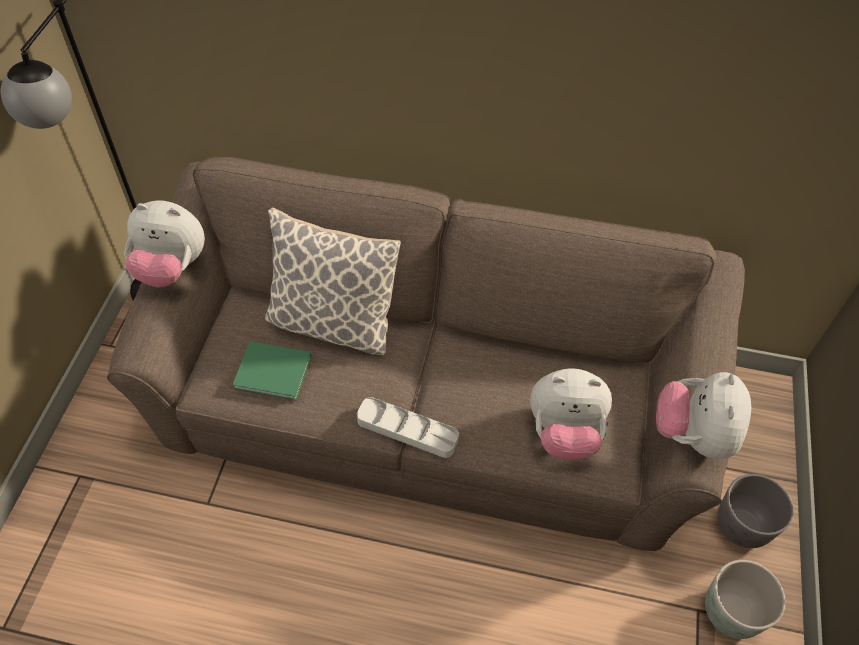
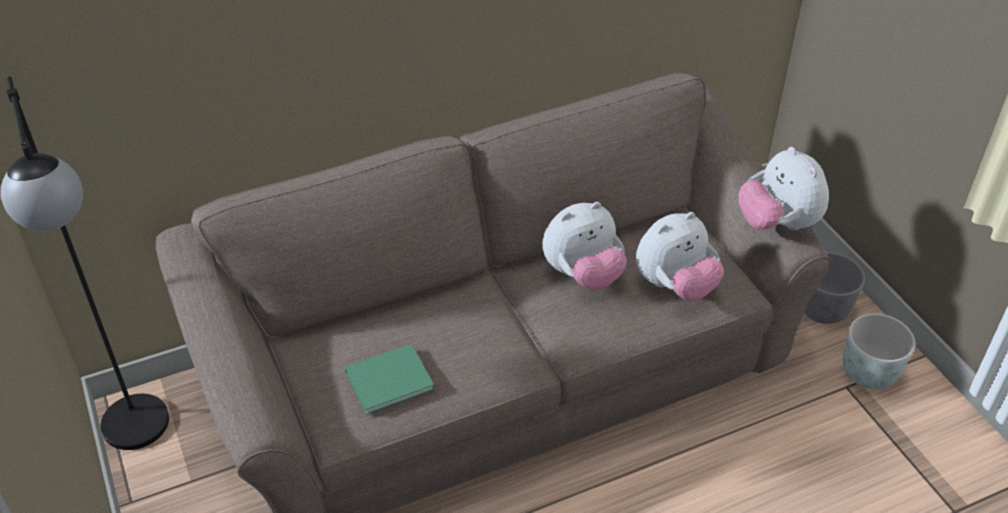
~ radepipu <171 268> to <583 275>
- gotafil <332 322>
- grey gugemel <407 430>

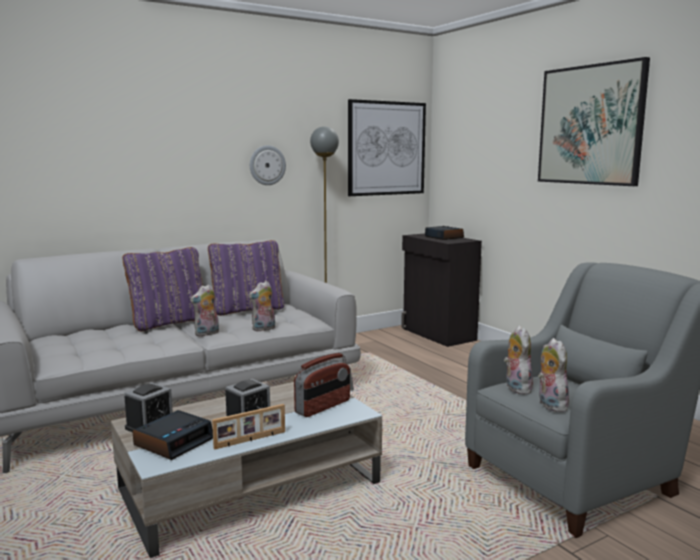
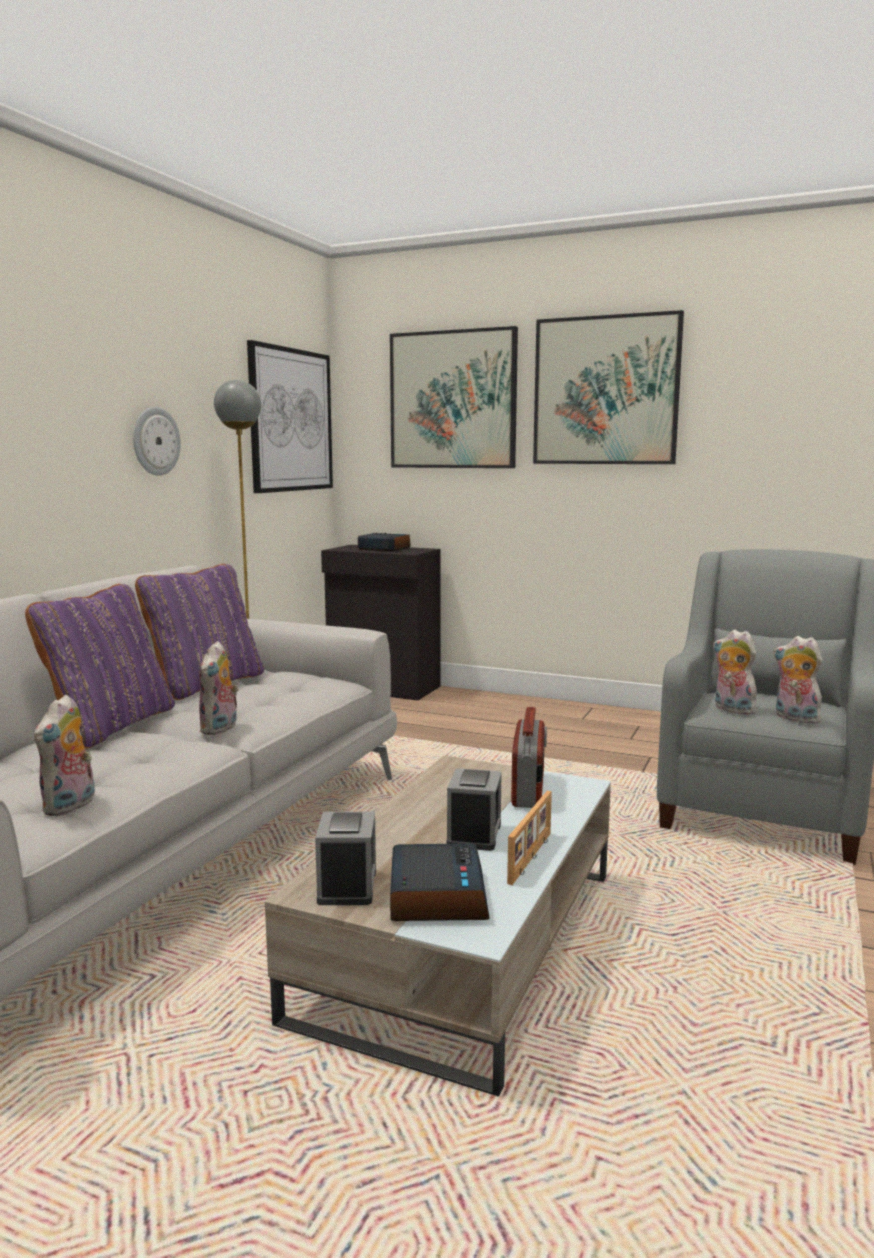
~ radepipu <264 329> to <70 806>
+ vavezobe <453 400>

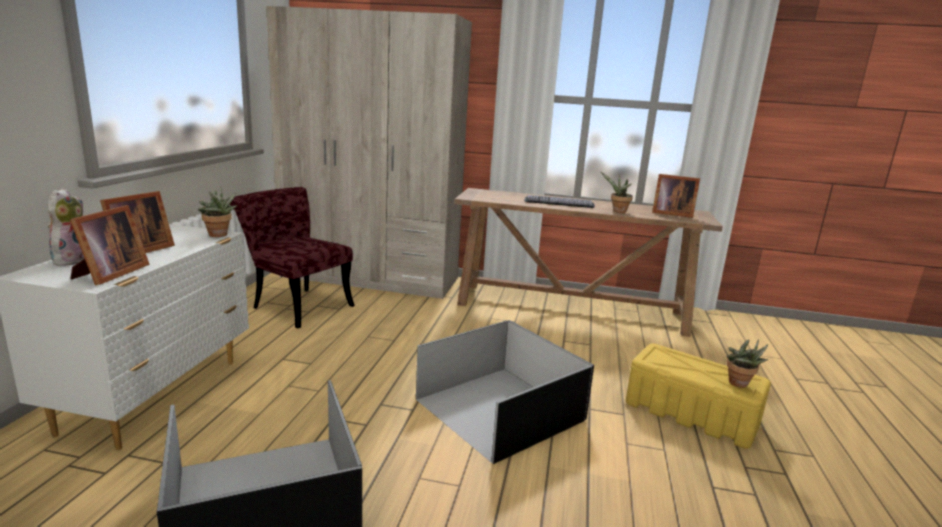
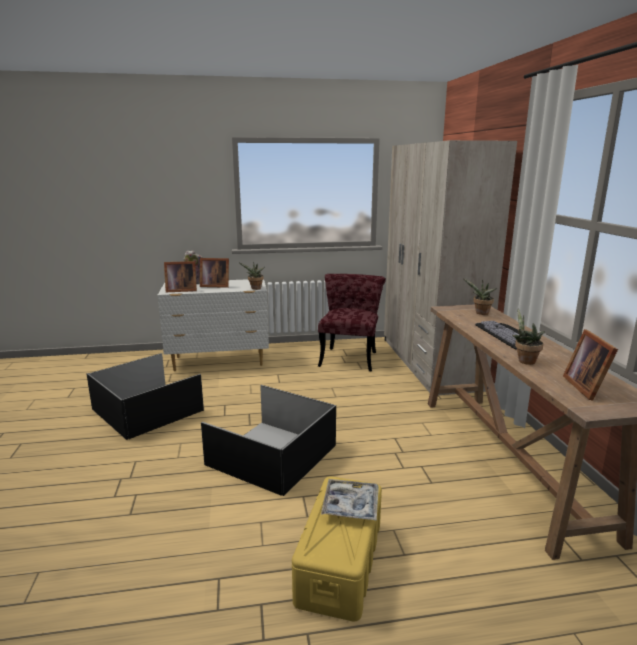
+ gugemel <350 505>
~ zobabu <740 384> to <480 313>

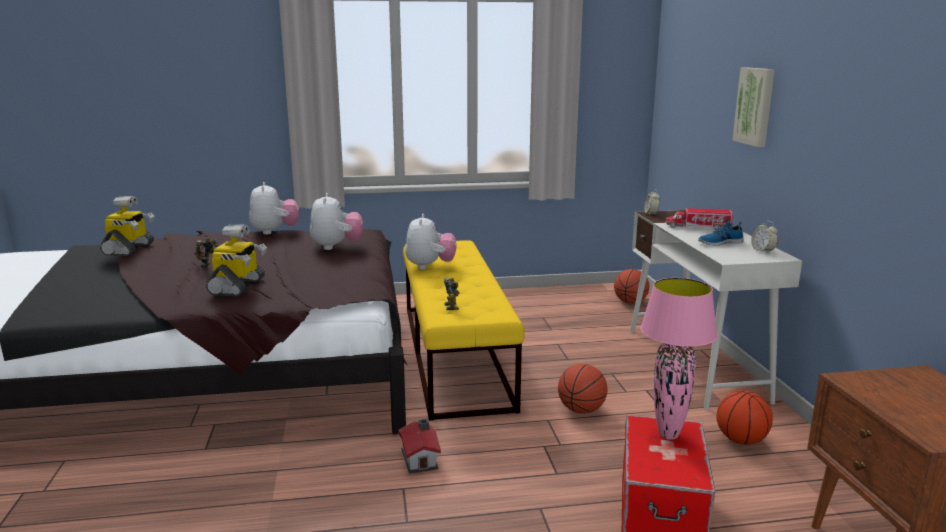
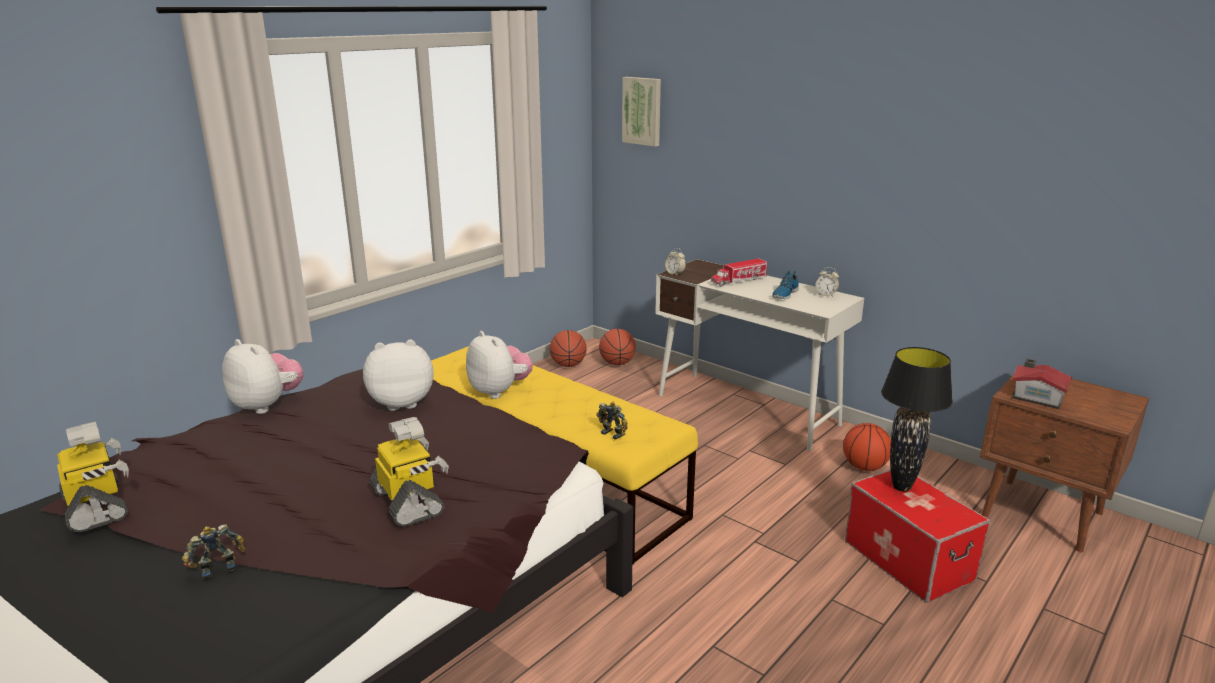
~ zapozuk <212 265> to <217 567>
~ radepipu <336 247> = <401 402> 60 degrees counterclockwise
~ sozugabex <581 410> to <568 365>
~ vavezobe <755 106> to <642 111>
~ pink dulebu <668 434> to black dulebu <901 487>
~ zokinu <420 459> to <1036 397>

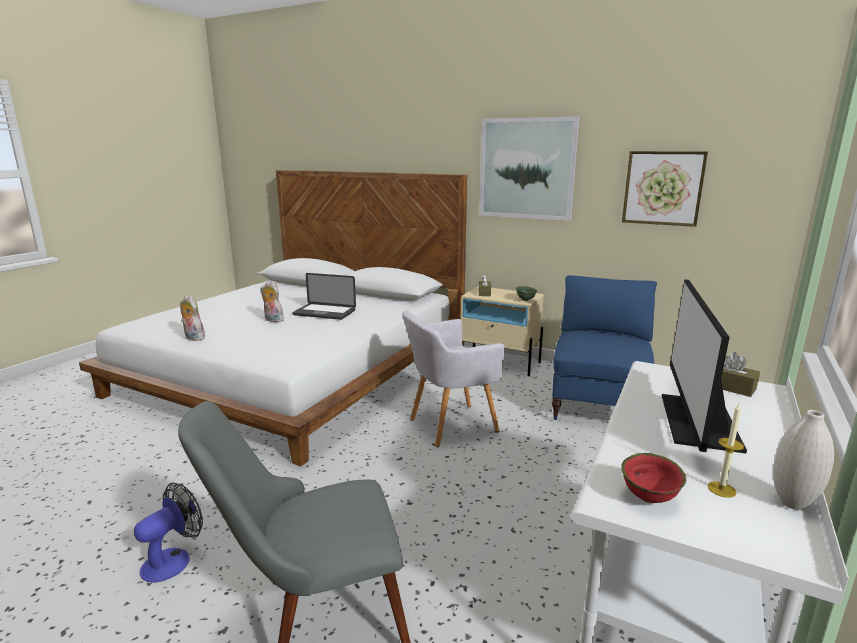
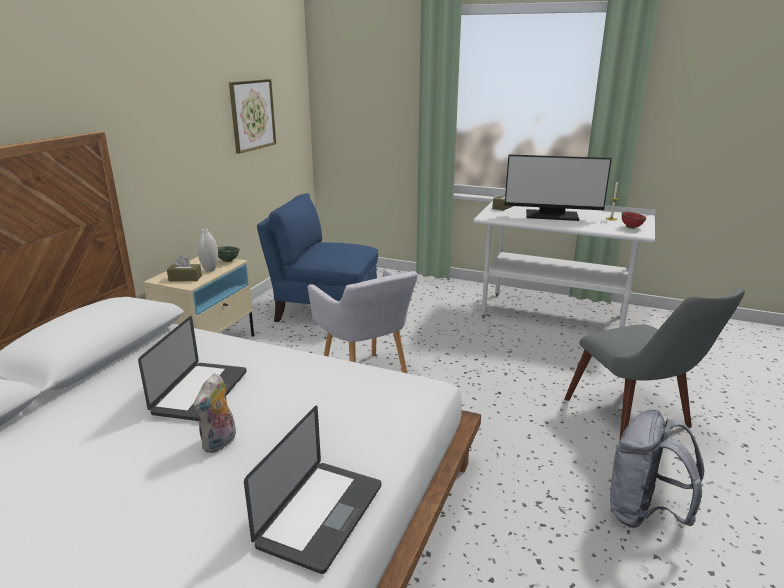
~ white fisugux <792 503> to <210 270>
~ radepipu <193 338> to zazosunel <321 515>
~ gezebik <173 559> to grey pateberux <643 513>
- vavezobe <526 169>

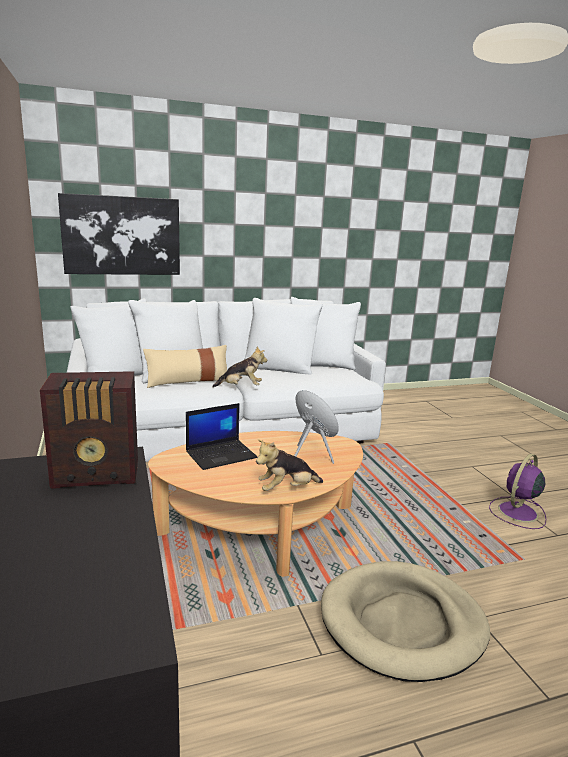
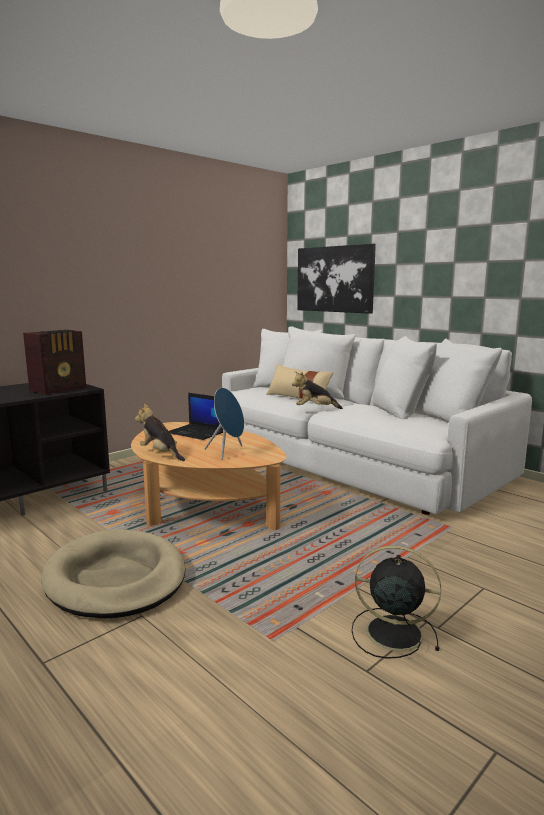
~ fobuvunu <98 474> = <60 389> 105 degrees counterclockwise
~ radepipu <241 387> = <315 409> 120 degrees clockwise
~ purple gezebik <517 512> to black gezebik <391 632>

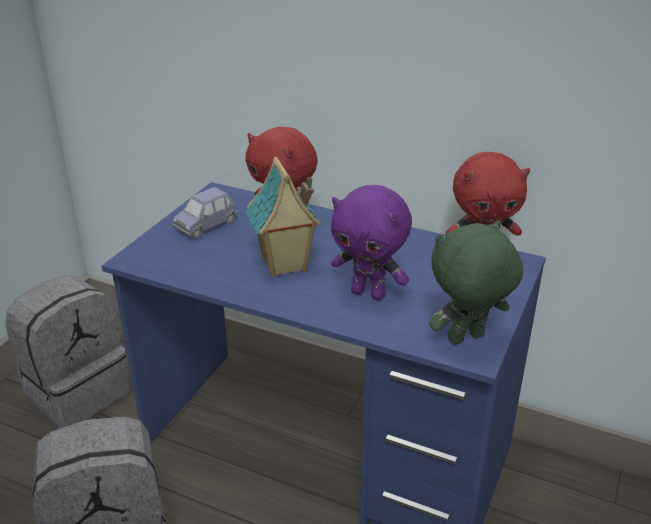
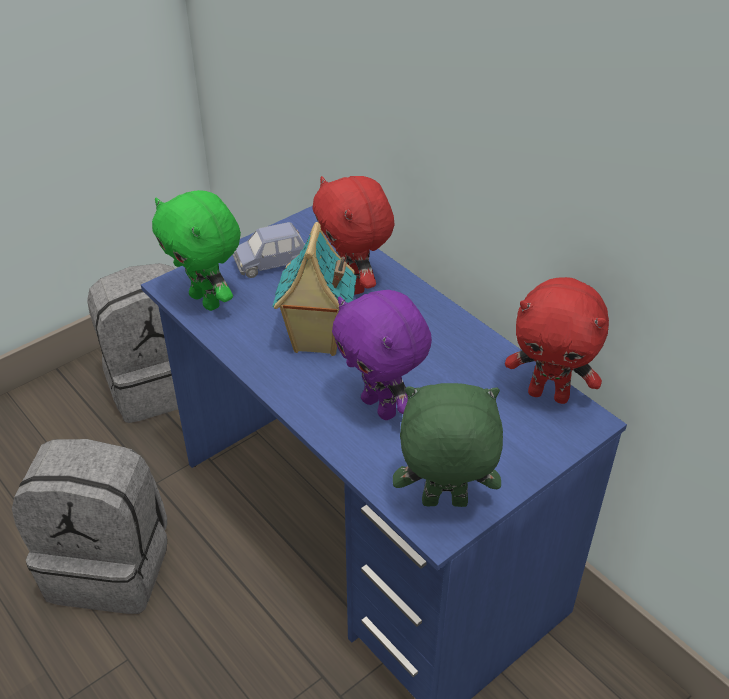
+ green radepipu <207 300>

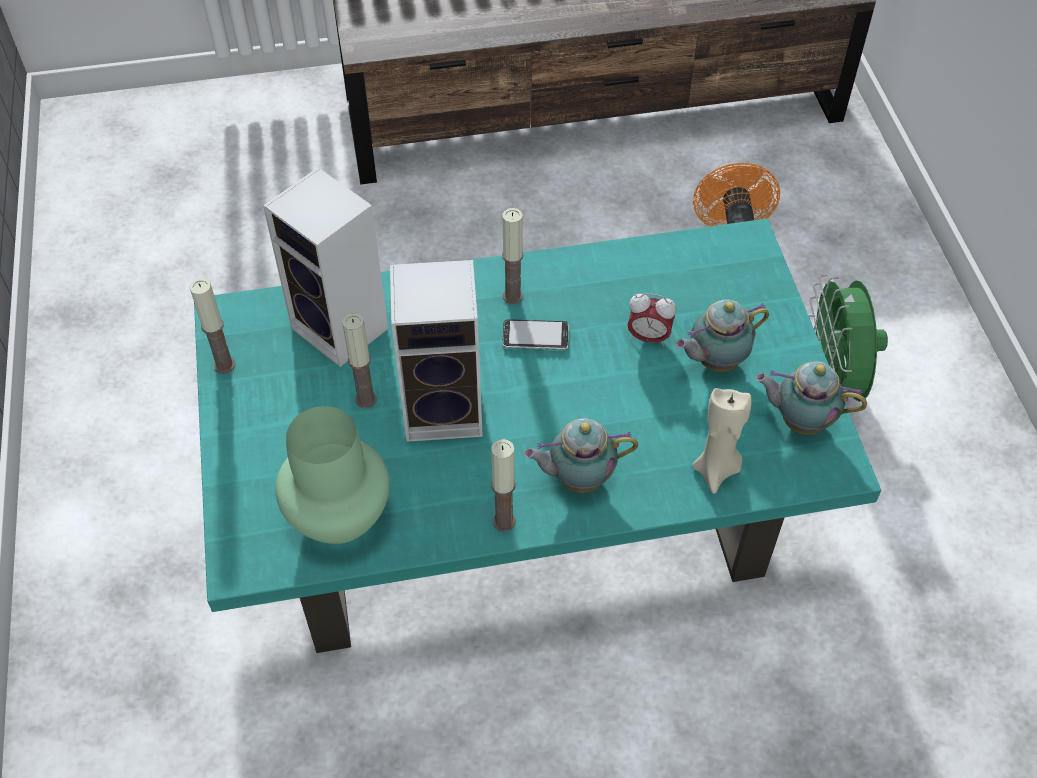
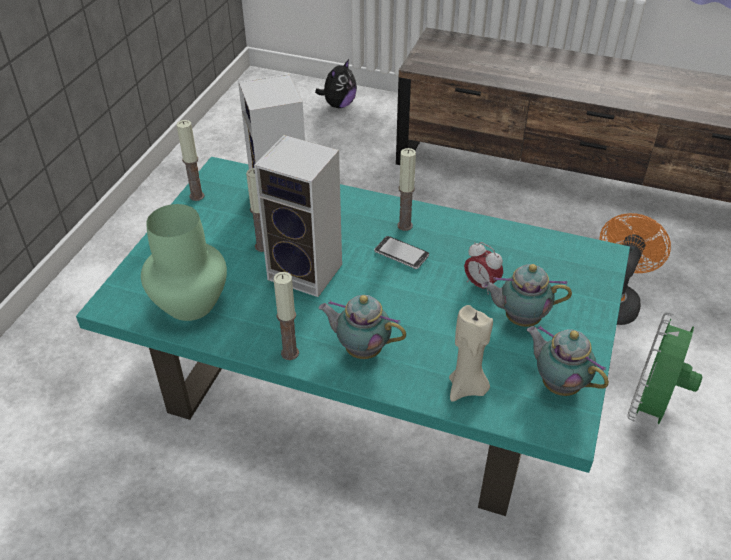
+ radepipu <338 105>

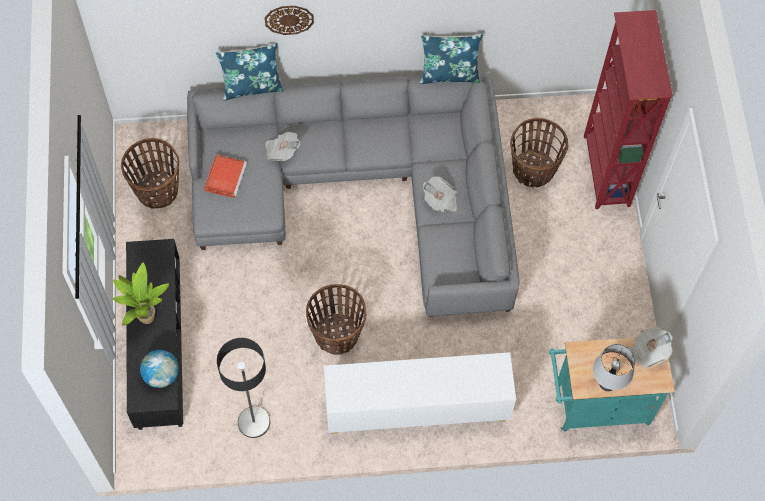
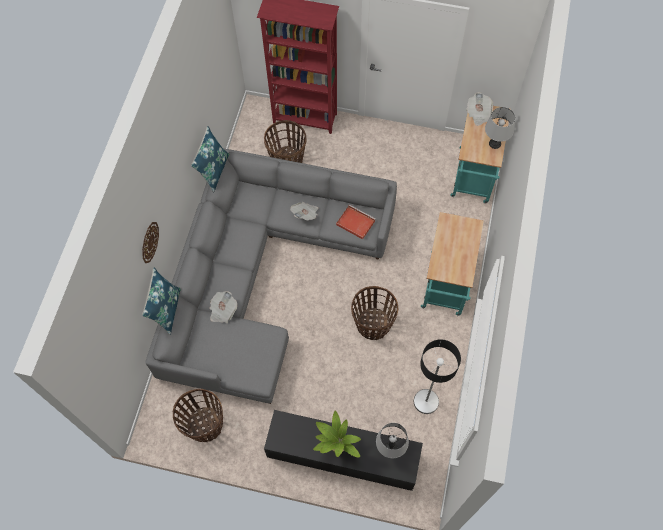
~ red gugemel <225 176> to <355 222>
~ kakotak <161 375> to grey dulebu <390 448>
~ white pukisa <416 408> to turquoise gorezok <445 288>

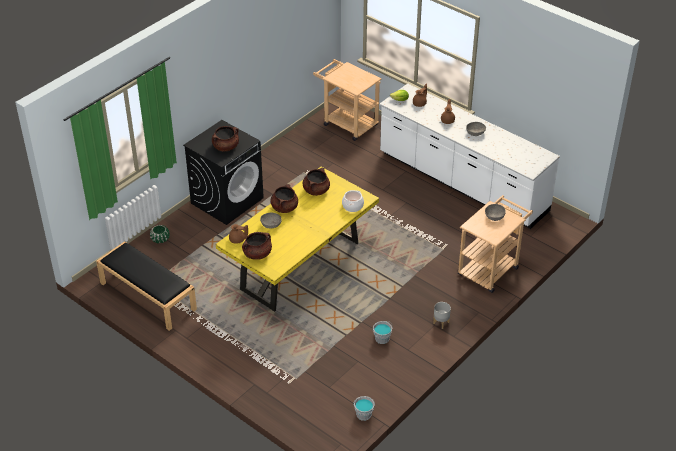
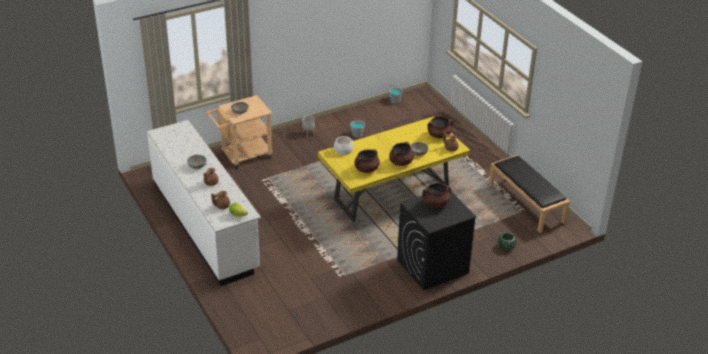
- beige gorezok <347 123>

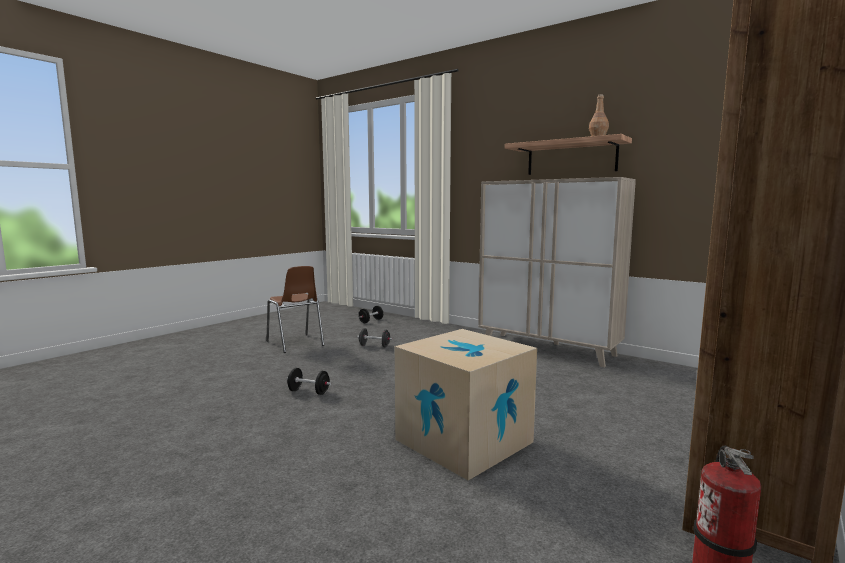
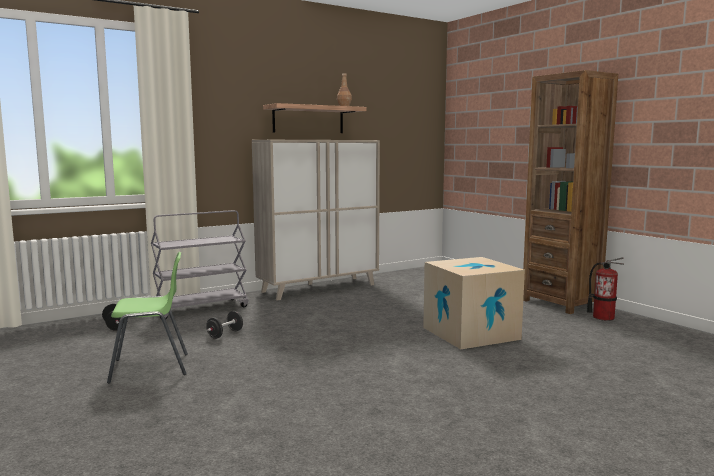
~ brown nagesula <295 343> to green nagesula <151 368>
+ grey gorezok <201 308>
- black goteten <309 392>

